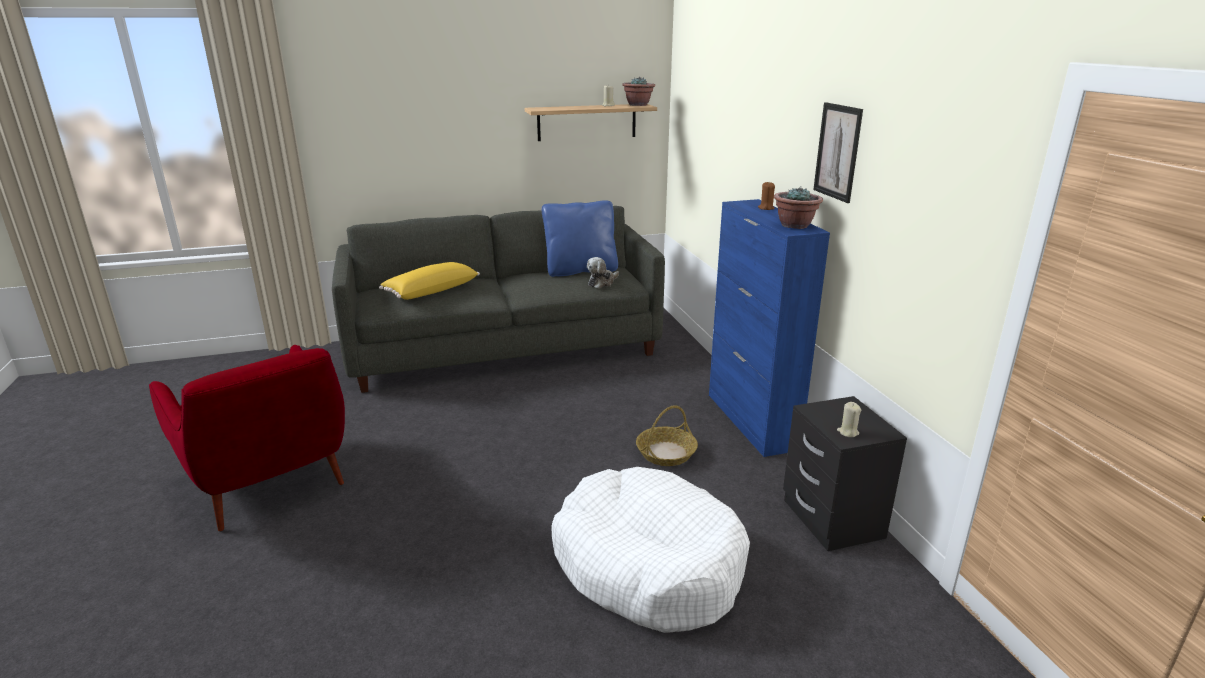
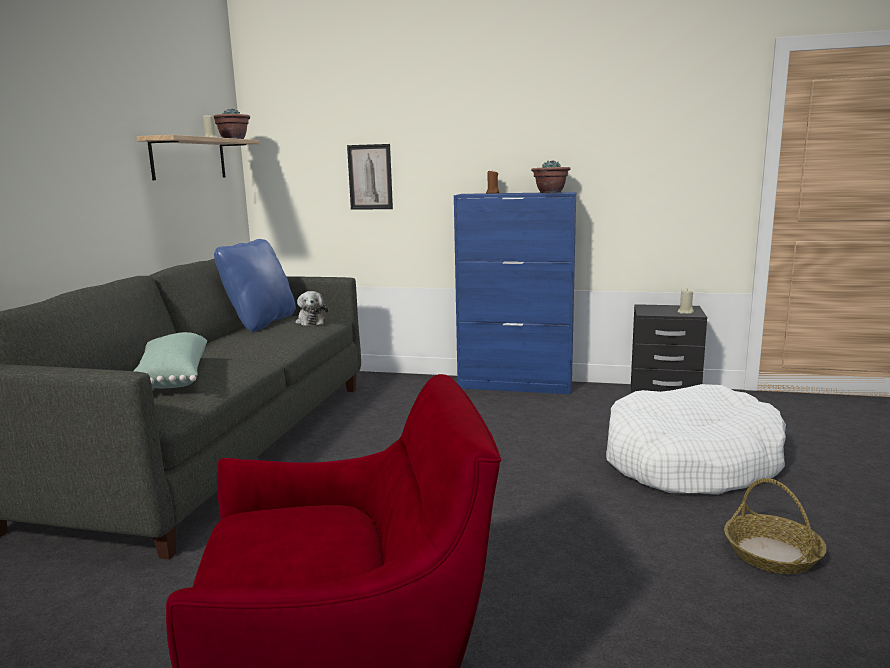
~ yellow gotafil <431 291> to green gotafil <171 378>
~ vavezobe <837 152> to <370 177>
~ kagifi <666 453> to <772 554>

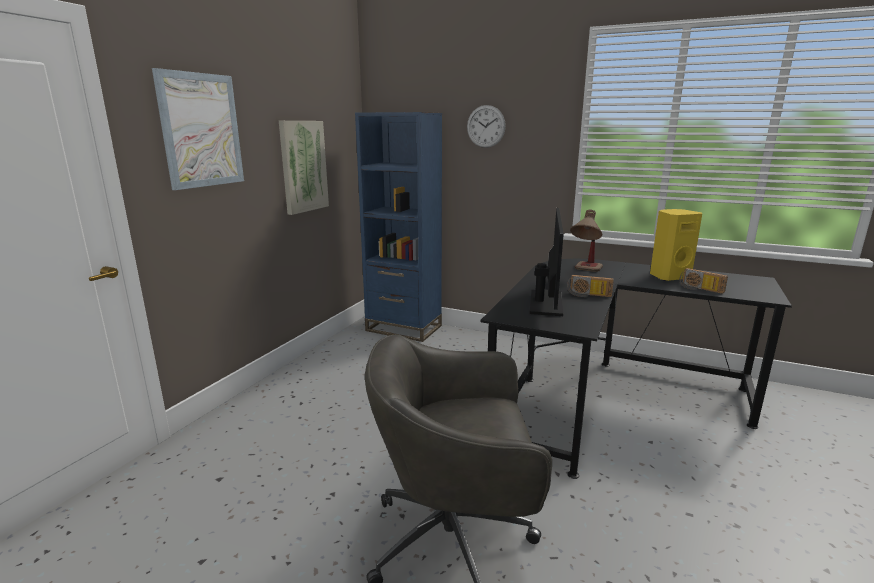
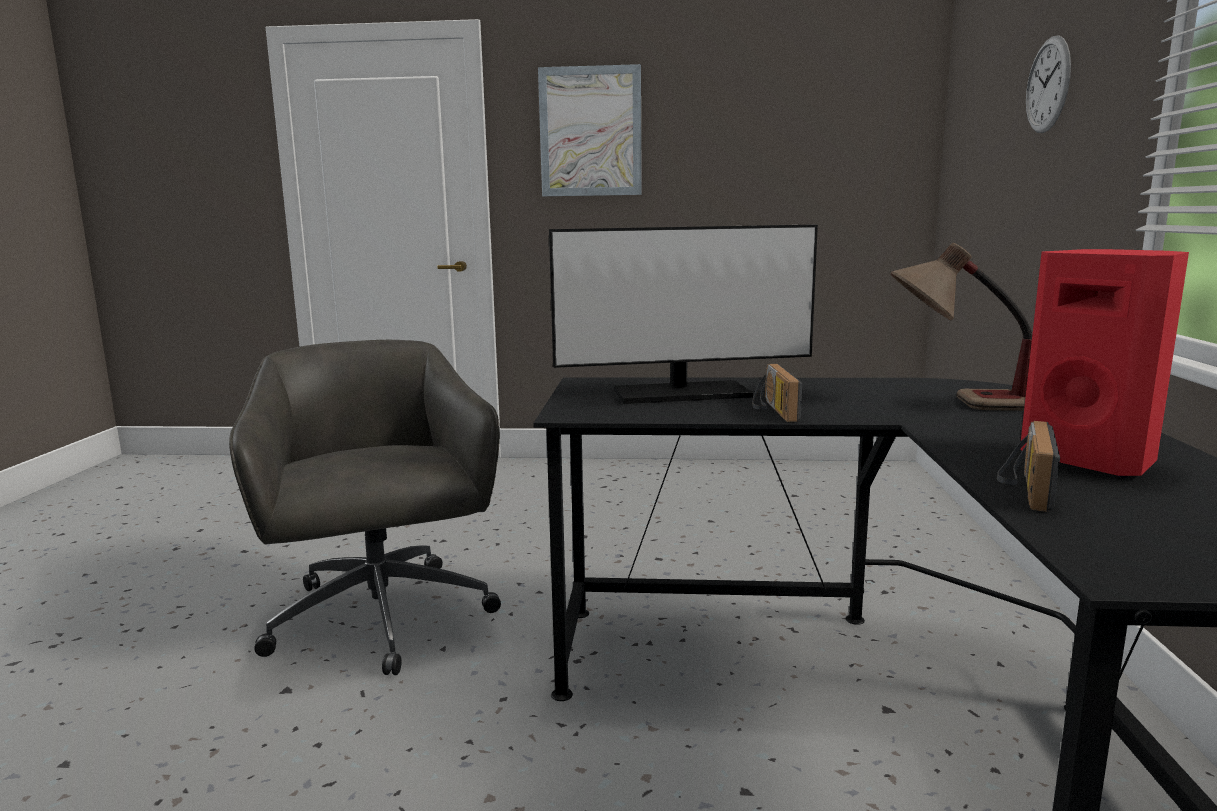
~ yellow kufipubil <669 276> to red kufipubil <1091 460>
- vavezobe <303 166>
- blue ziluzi <403 328>

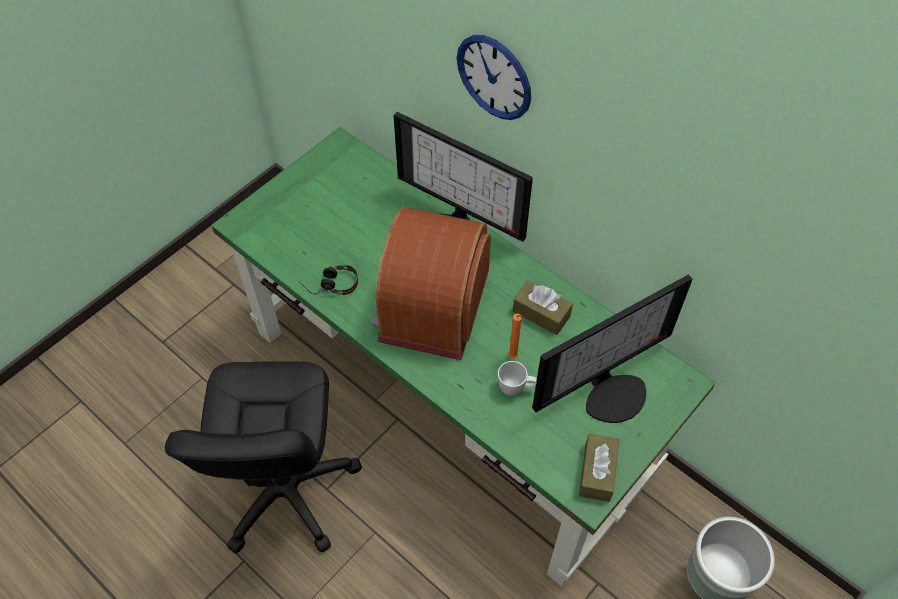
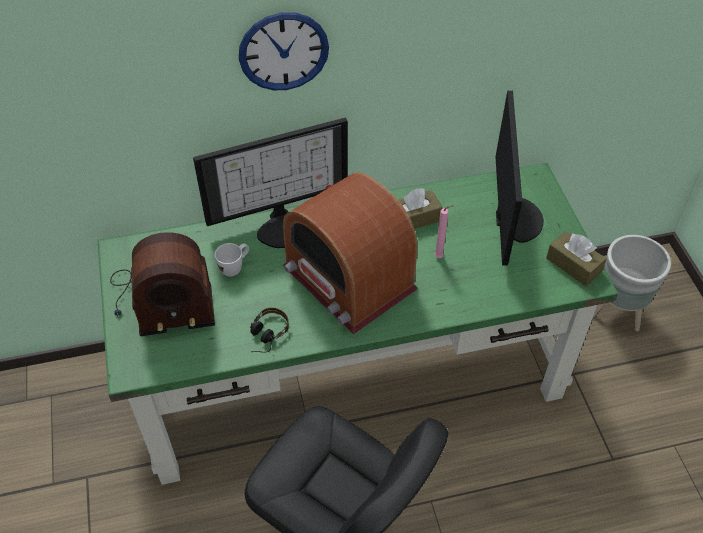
+ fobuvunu <162 298>
~ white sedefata <516 389> to <235 267>
~ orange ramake <513 358> to pink ramake <440 257>

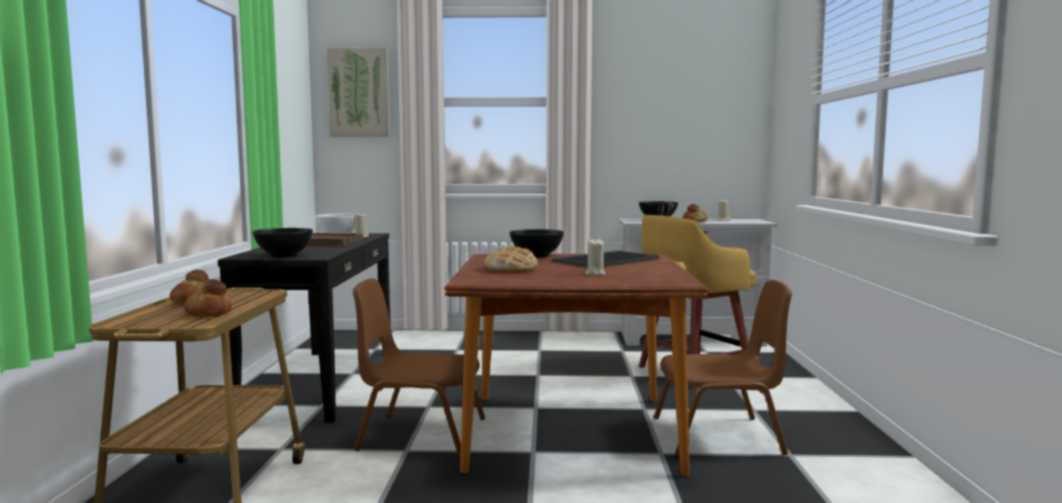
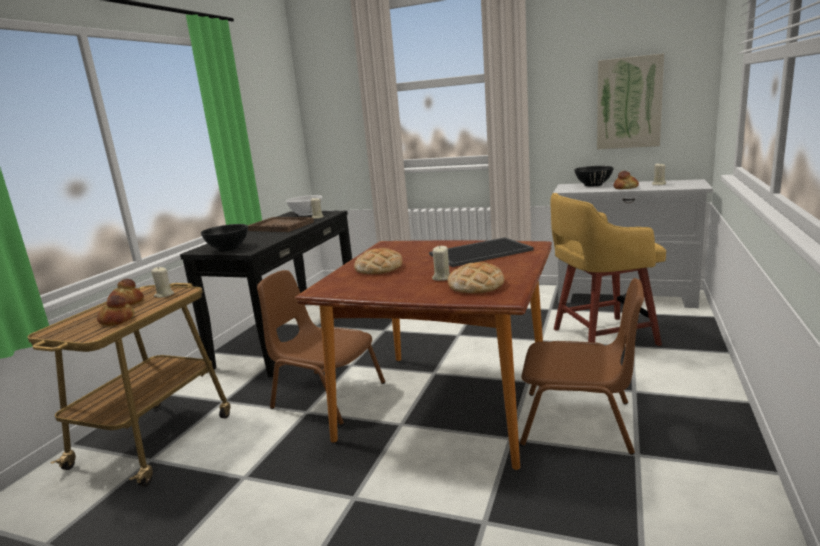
+ beige ramake <164 295>
+ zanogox <476 285>
~ vavezobe <359 92> to <629 103>
- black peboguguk <536 256>

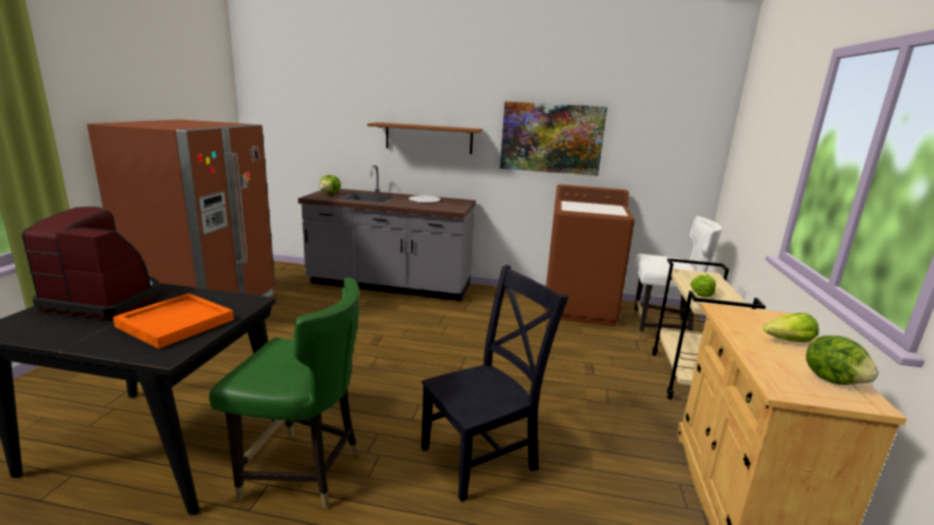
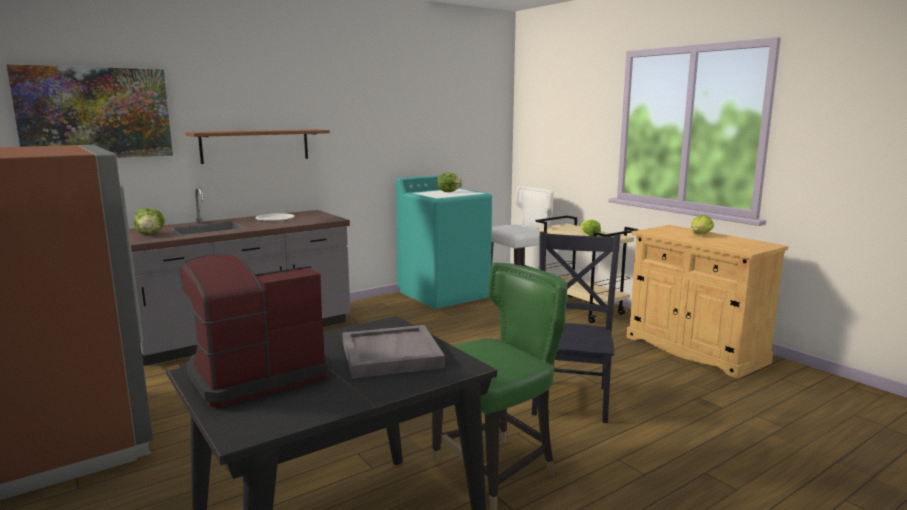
~ vavezobe <551 138> to <95 113>
~ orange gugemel <176 322> to grey gugemel <390 354>
~ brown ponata <579 308> to turquoise ponata <444 294>
~ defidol <833 379> to <449 192>

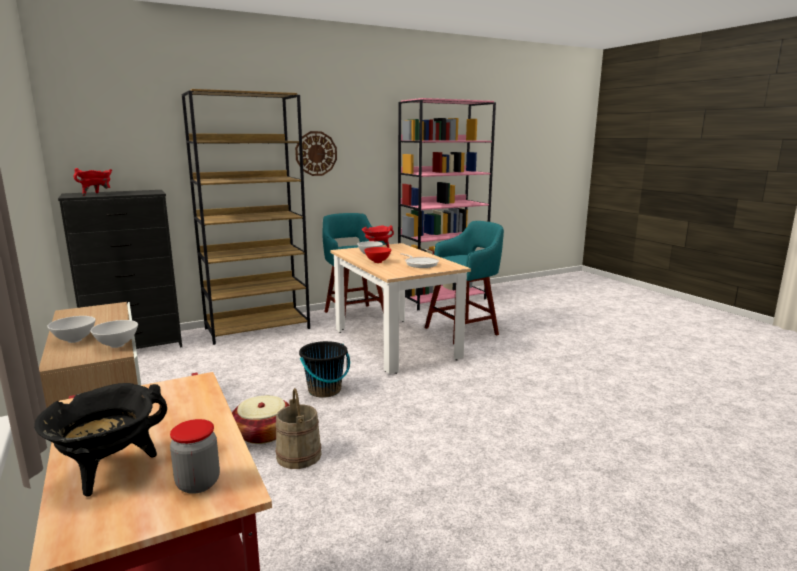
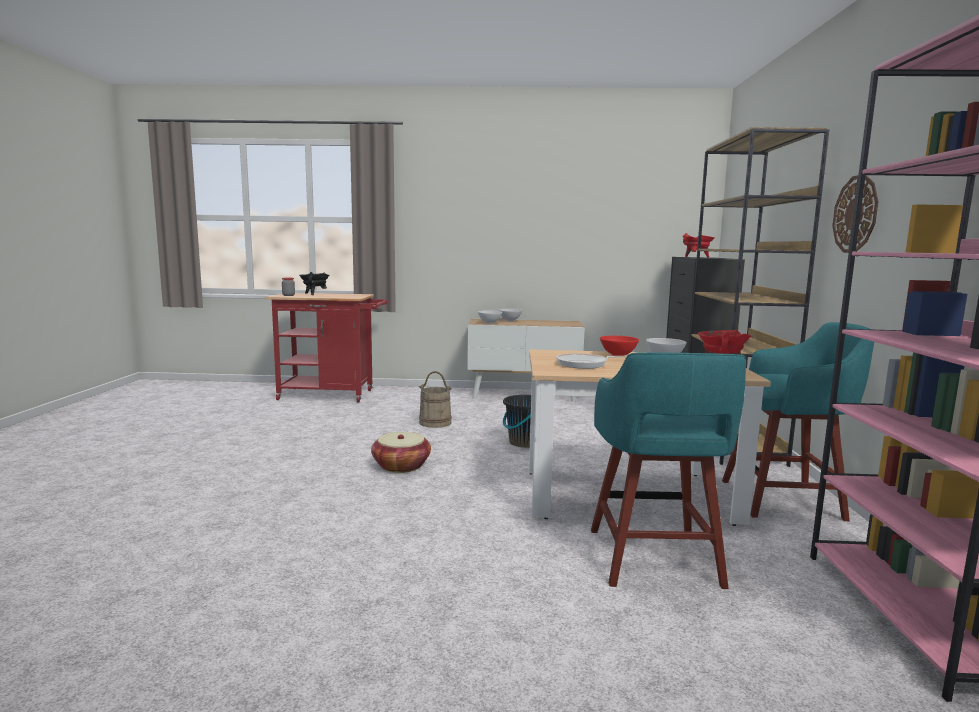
~ kagifi <263 433> to <401 466>

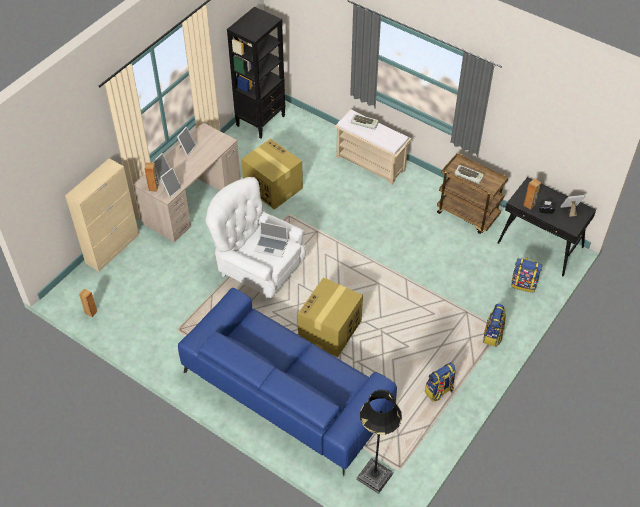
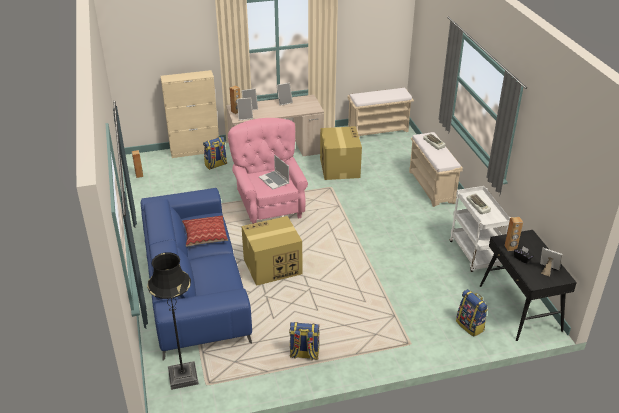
+ gotafil <205 235>
~ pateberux <493 335> to <216 165>
~ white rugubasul <257 268> to pink rugubasul <269 205>
~ black ziluzi <261 121> to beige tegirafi <378 130>
~ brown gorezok <468 215> to white gorezok <475 255>

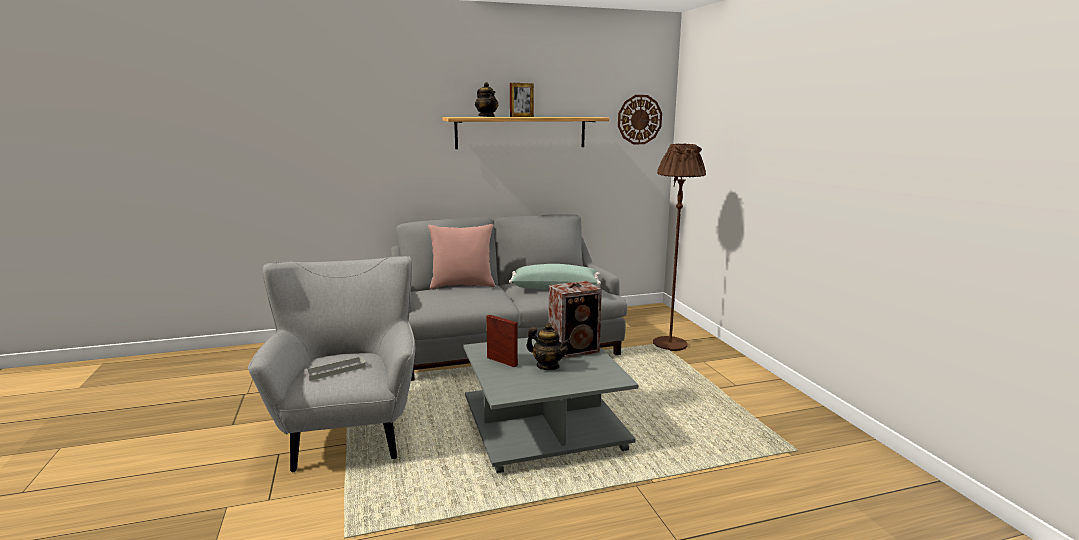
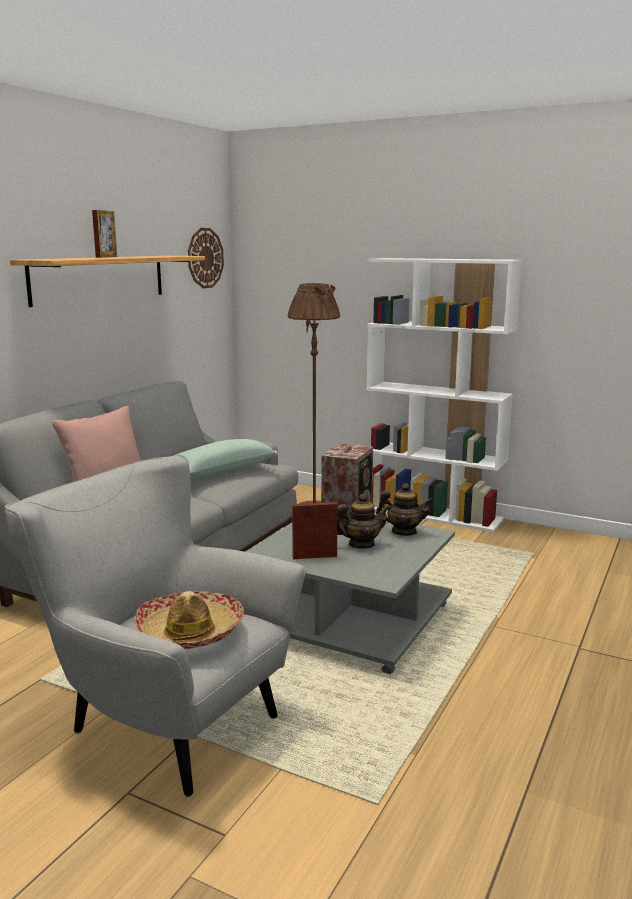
~ grey gugemel <335 370> to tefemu <190 631>
+ white ziluzi <433 514>
~ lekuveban <487 117> to <404 532>

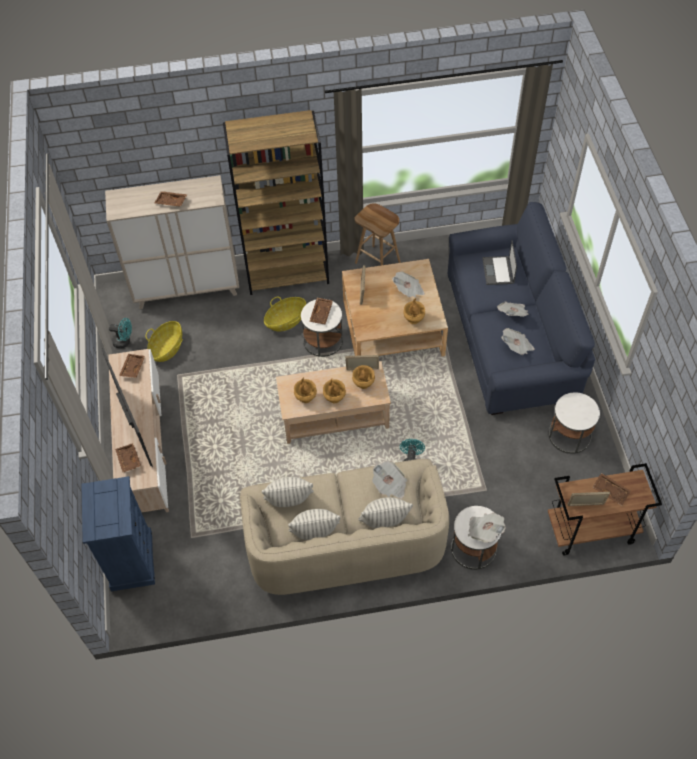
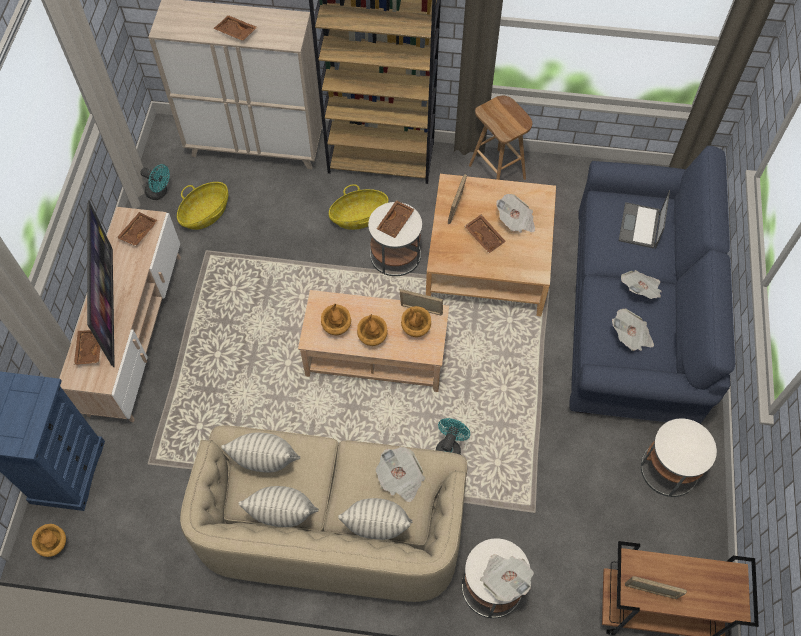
~ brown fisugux <413 319> to <55 545>
~ brown gugemel <610 491> to <485 236>

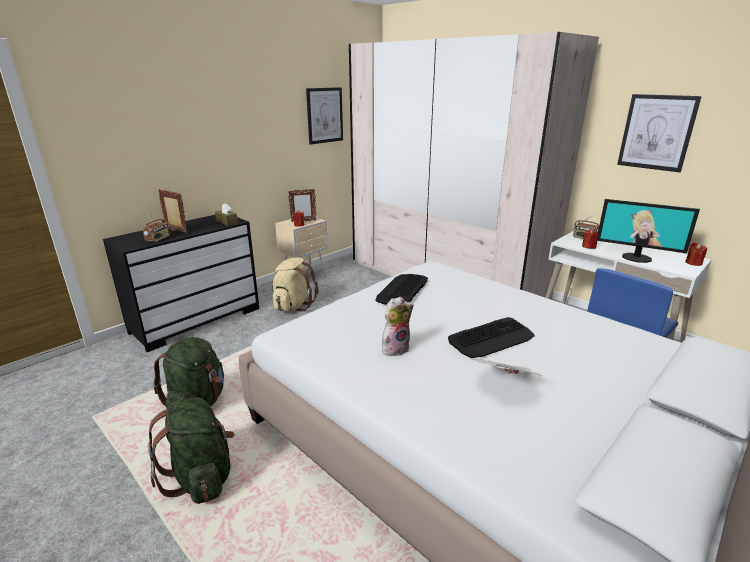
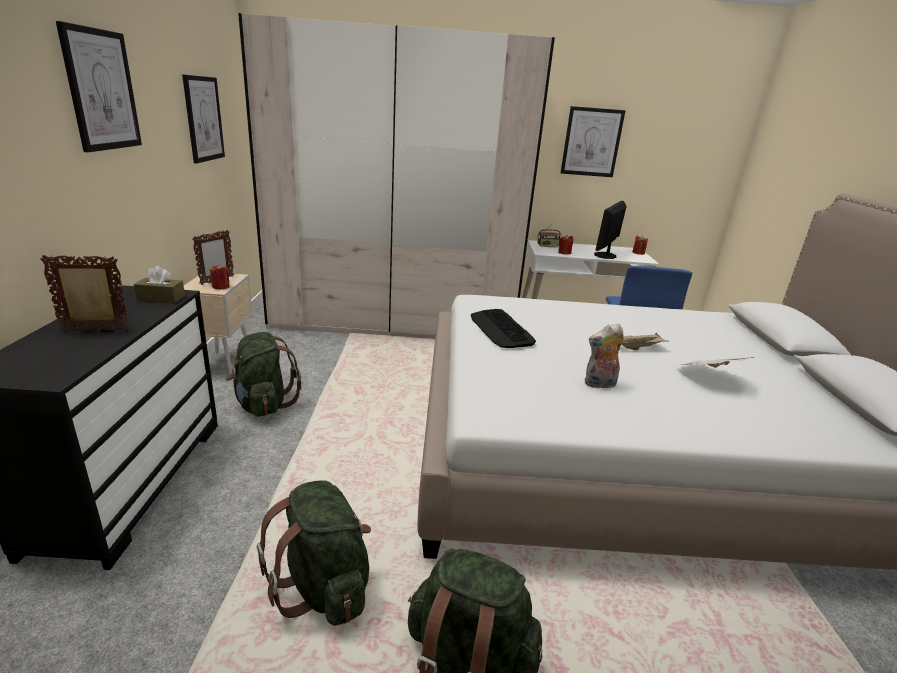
+ vavezobe <101 90>
~ beige pateberux <293 305> to green pateberux <263 404>
~ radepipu <395 348> = <599 384> 120 degrees counterclockwise
~ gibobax <636 257> = <605 255> 135 degrees clockwise
~ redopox <491 338> to beige gugemel <638 347>
- fobuvunu <158 239>

